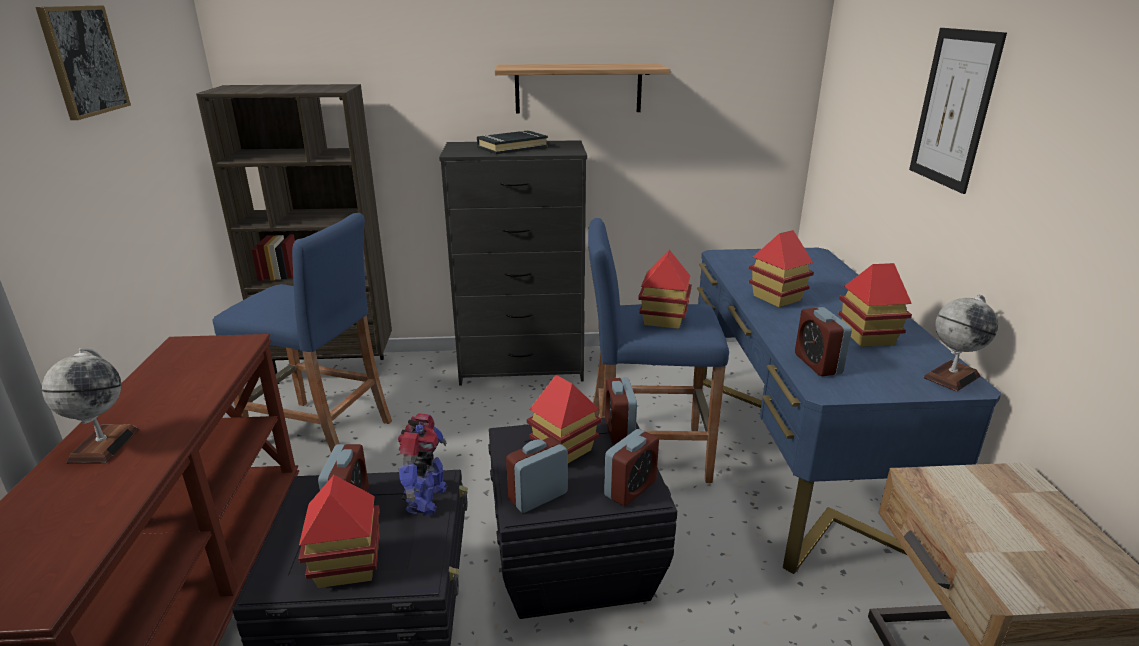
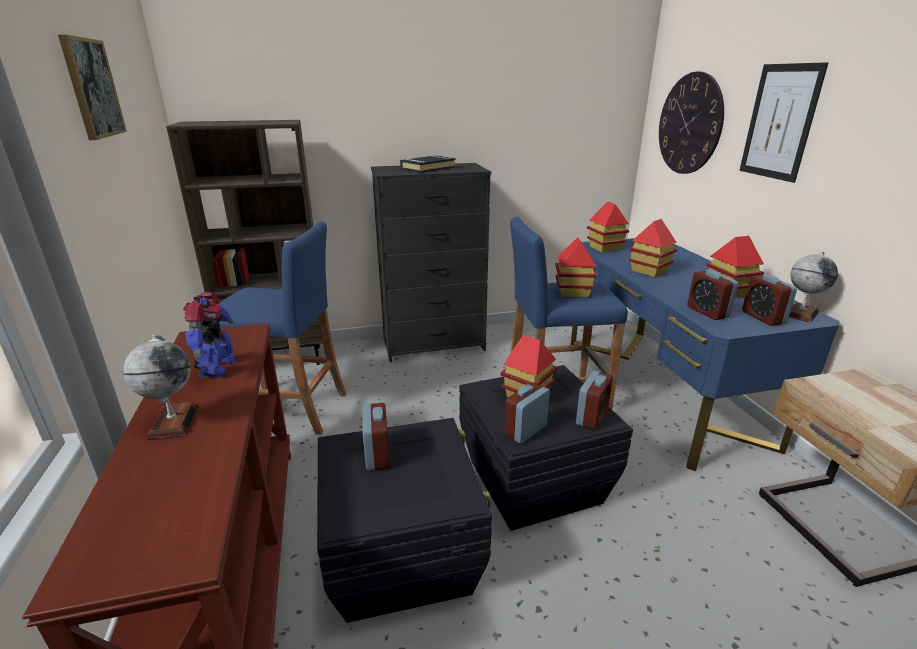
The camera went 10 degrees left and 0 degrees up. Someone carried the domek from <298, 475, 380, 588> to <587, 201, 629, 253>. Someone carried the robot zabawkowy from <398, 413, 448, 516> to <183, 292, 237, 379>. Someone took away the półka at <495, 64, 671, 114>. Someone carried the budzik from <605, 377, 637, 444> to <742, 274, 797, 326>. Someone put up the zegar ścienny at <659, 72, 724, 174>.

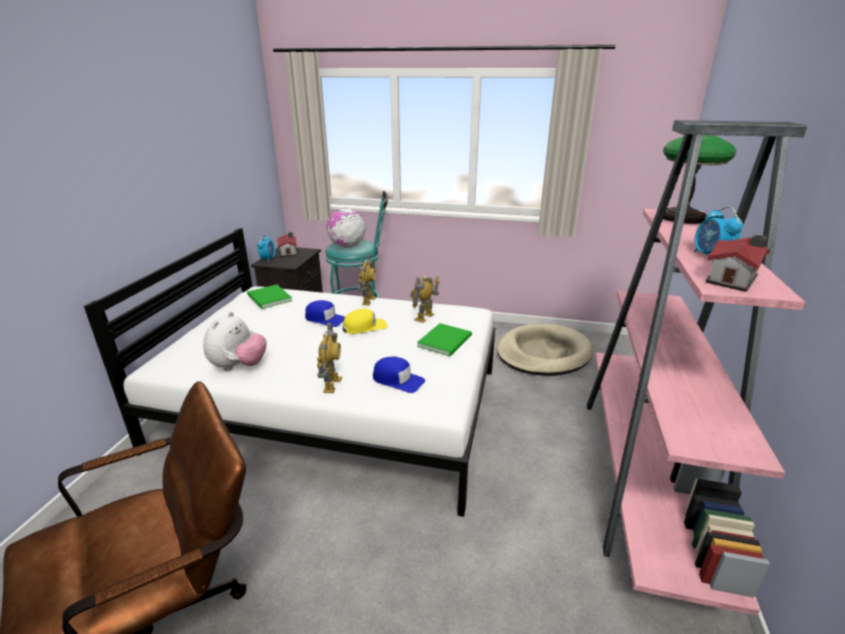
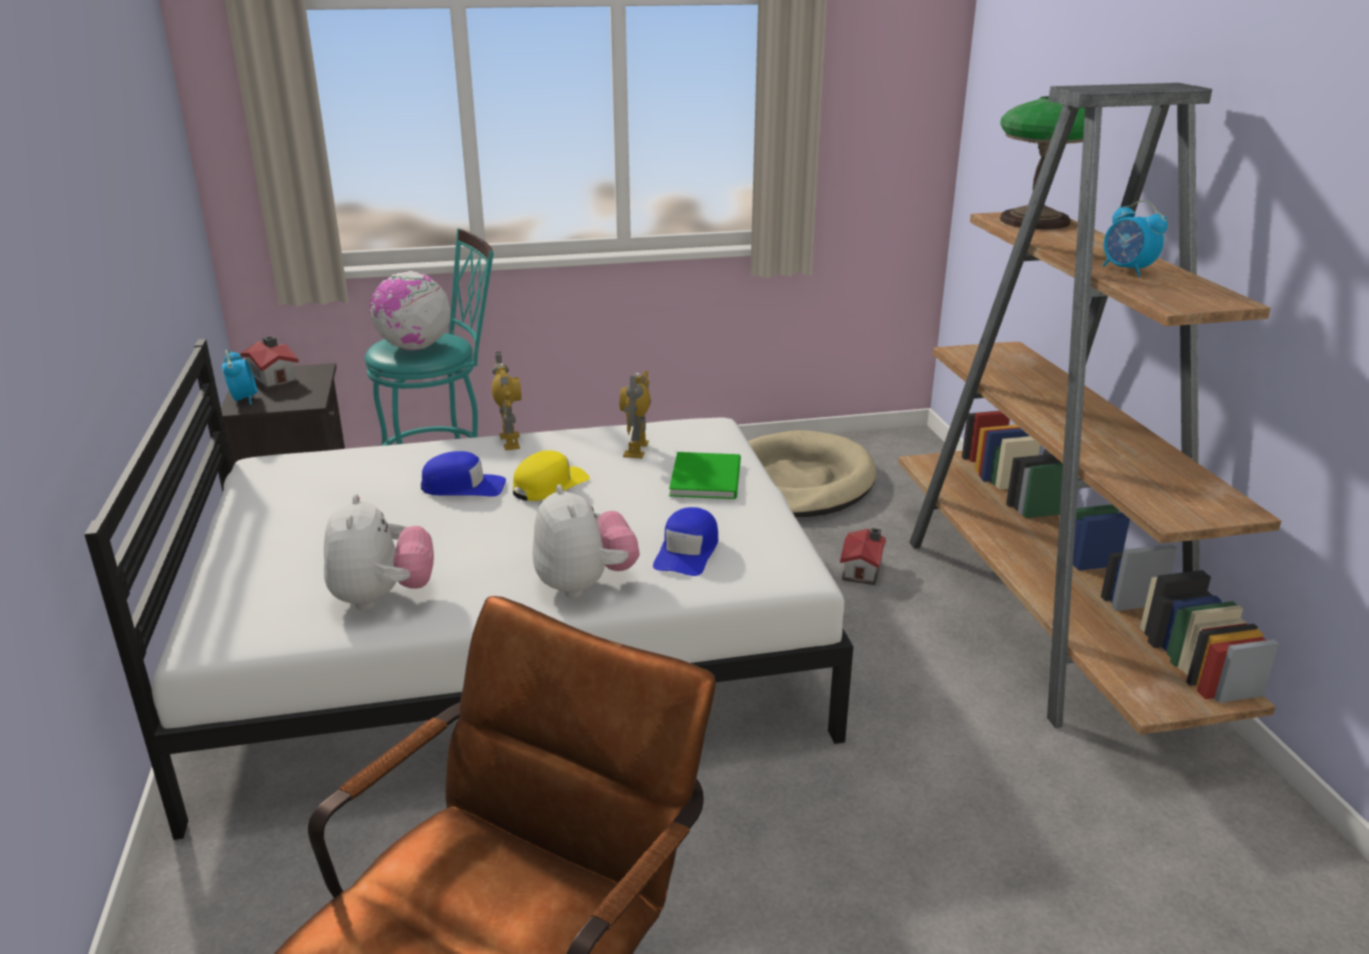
The camera went 25 degrees left and 0 degrees up. Someone took away the książka/zielony at <247, 285, 292, 309>. Someone swapped the robot zabawkowy at <317, 322, 342, 393> for the pluszak at <533, 485, 640, 598>. Someone rotated the czapka z daszkiem/niebieski at <373, 357, 425, 393> by 105 degrees clockwise. Someone repainted the regał/różowy at <587, 120, 807, 615>, which became the regał/brązowy at <898, 83, 1281, 735>. Someone carried the domek from <706, 235, 770, 292> to <840, 528, 886, 585>.

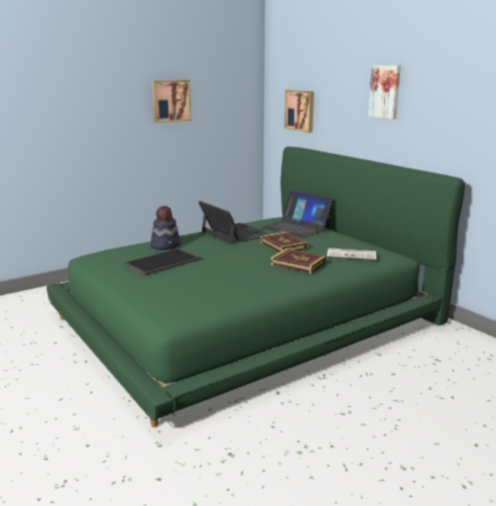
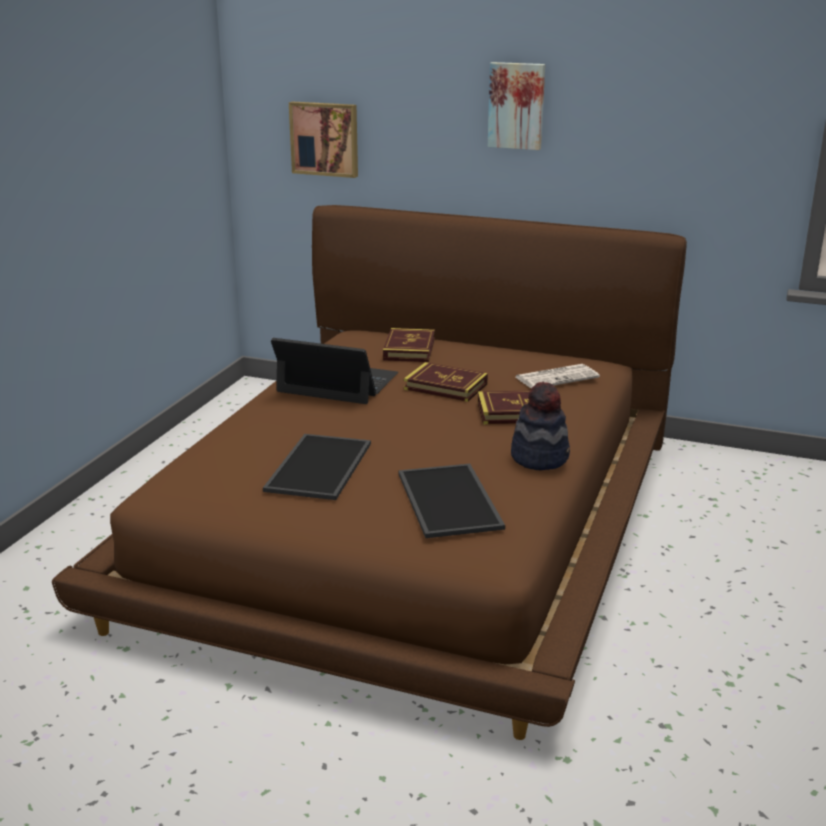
The camera went 35 degrees left and 5 degrees up. Someone repainted the łóżko/zielony at <46, 147, 465, 427>, which became the łóżko/brązowy at <52, 205, 687, 740>. Someone carried the kapelusz from <151, 205, 181, 250> to <511, 382, 570, 470>. Someone took away the obraz at <152, 80, 191, 123>. Someone swapped the laptop at <261, 190, 333, 238> for the książka at <383, 328, 435, 362>. Someone put down the taca at <399, 464, 505, 538>.

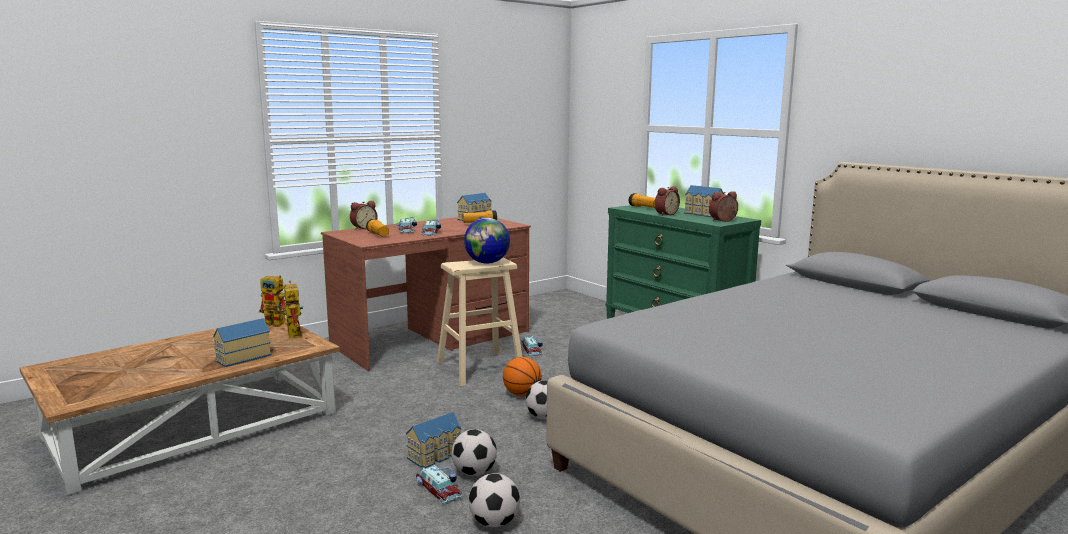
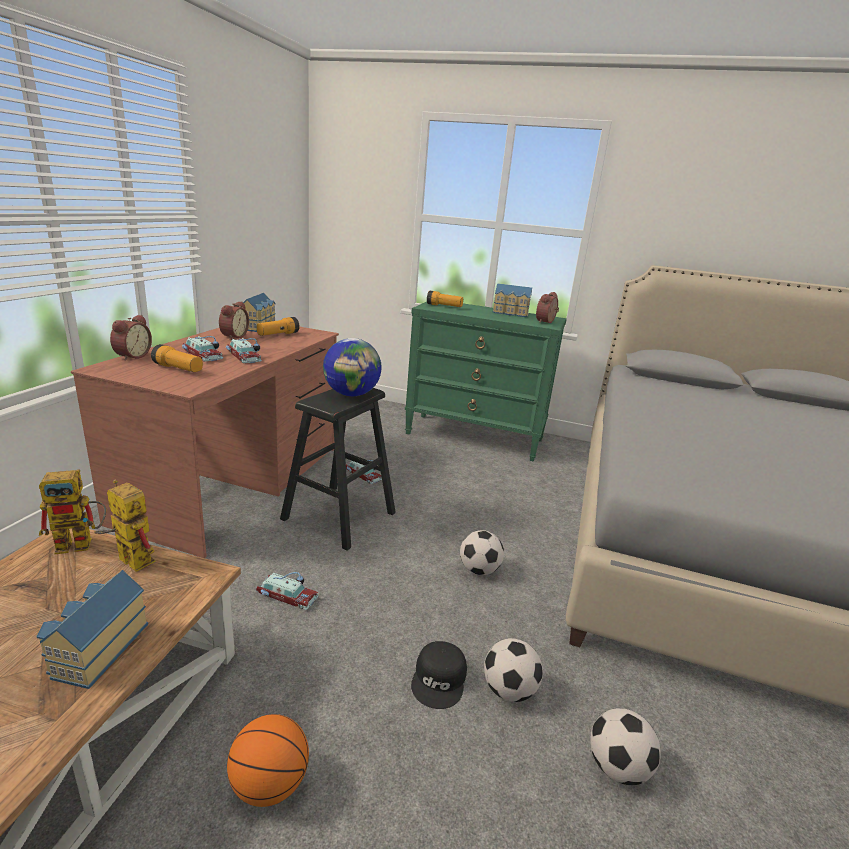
The camera went 35 degrees left and 10 degrees up. Someone swapped the domek at <406, 412, 462, 468> for the czapka z daszkiem/czarny at <411, 641, 467, 709>. Someone carried the samochodzik from <416, 465, 462, 504> to <256, 572, 318, 610>. Someone repainted the stołek/beżowy at <437, 258, 523, 387>, which became the stołek/czarny at <280, 388, 396, 551>. Someone carried the piłka do koszykówki from <503, 357, 542, 396> to <227, 714, 309, 807>. Someone carried the budzik from <655, 186, 680, 216> to <219, 301, 249, 340>.

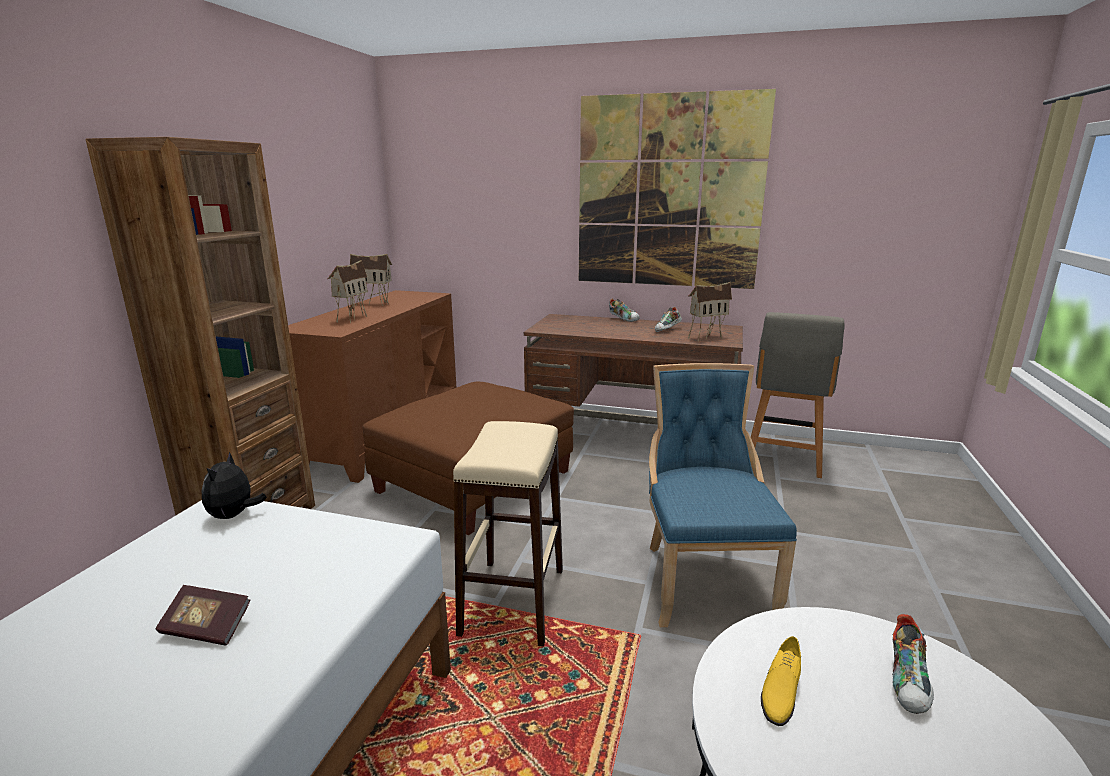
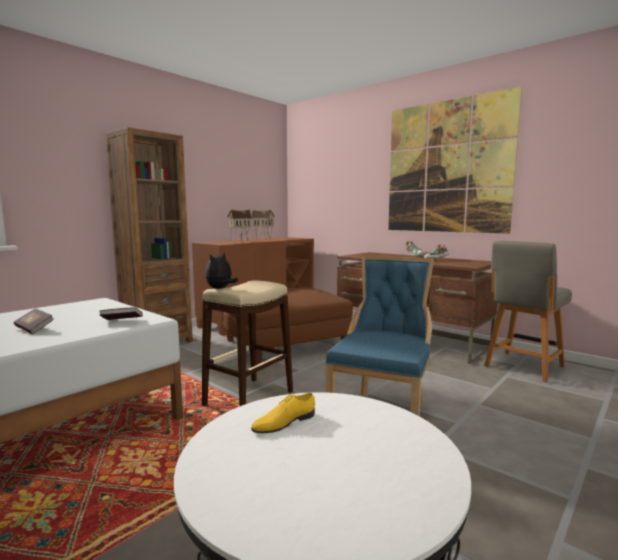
The camera went 25 degrees right and 10 degrees down. Someone carried the pluszak from <202, 452, 267, 519> to <205, 253, 238, 289>. Someone took away the domek at <688, 282, 732, 341>. Someone took away the but at <892, 614, 934, 714>. Someone put down the książka at <99, 307, 142, 320>.

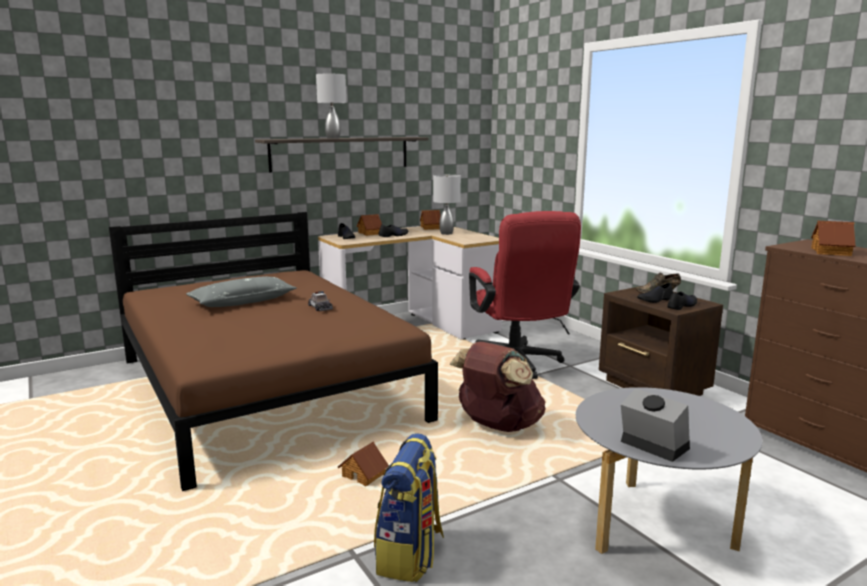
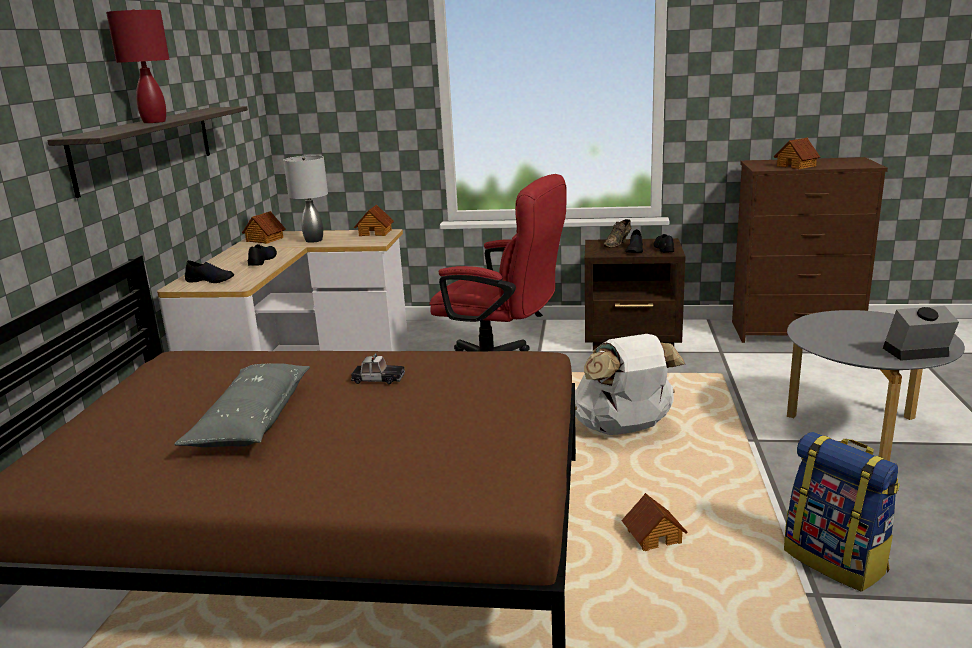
The camera went 50 degrees left and 5 degrees up. Someone repainted the lampa stołowa/szary at <316, 73, 346, 139>, which became the lampa stołowa/czerwony at <106, 9, 170, 123>. Someone carried the domek from <357, 214, 382, 236> to <354, 205, 394, 236>. Someone repainted the plecak/brązowy at <449, 342, 545, 432>, which became the plecak/biały at <575, 334, 685, 435>.

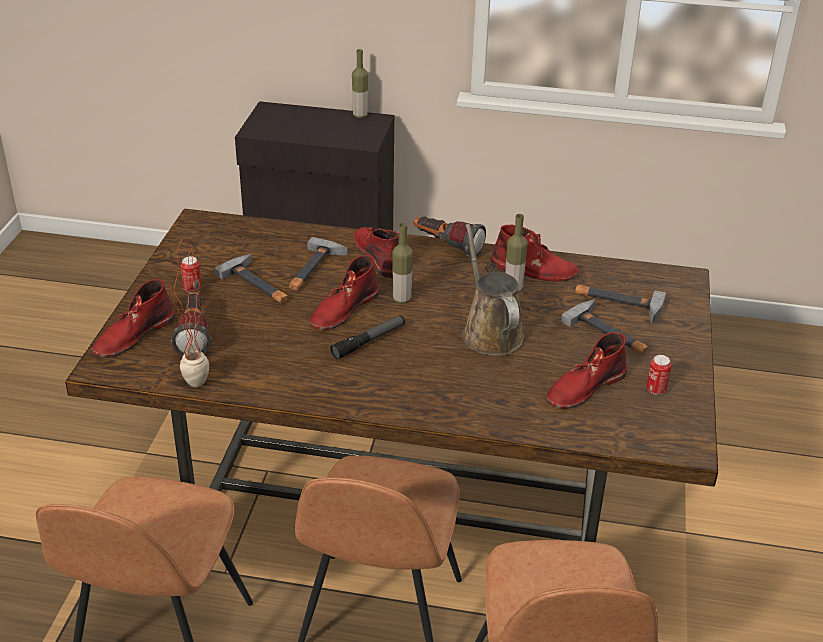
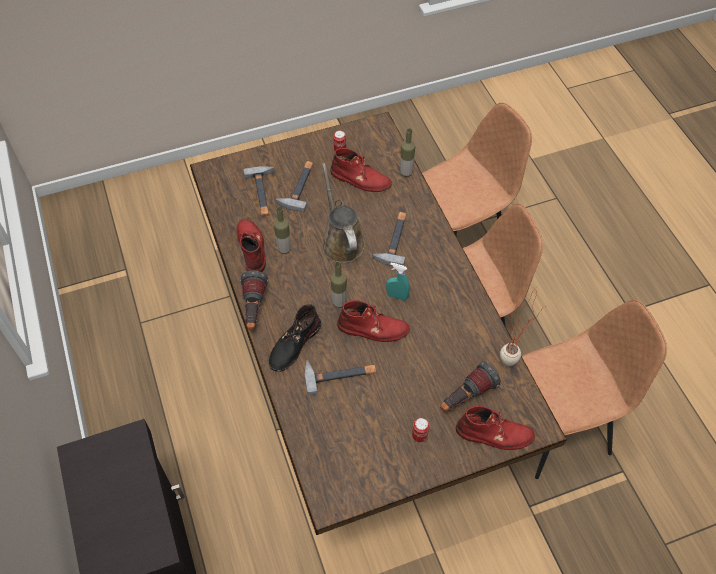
The camera went 120 degrees left and 20 degrees up. Someone carried the młotek from <214, 254, 288, 303> to <372, 212, 406, 266>. Someone swapped the latarka at <330, 315, 405, 359> for the spryskiwacz/turkusowy at <386, 263, 410, 301>. Someone carried the butelka from <352, 49, 368, 118> to <400, 128, 415, 177>. Someone repainted the but z cholewką/czerwony at <354, 227, 399, 278>, which became the but z cholewką/czarny at <269, 304, 321, 372>. Someone rotated the konewka/brązowy at <462, 224, 524, 356> by 120 degrees clockwise.

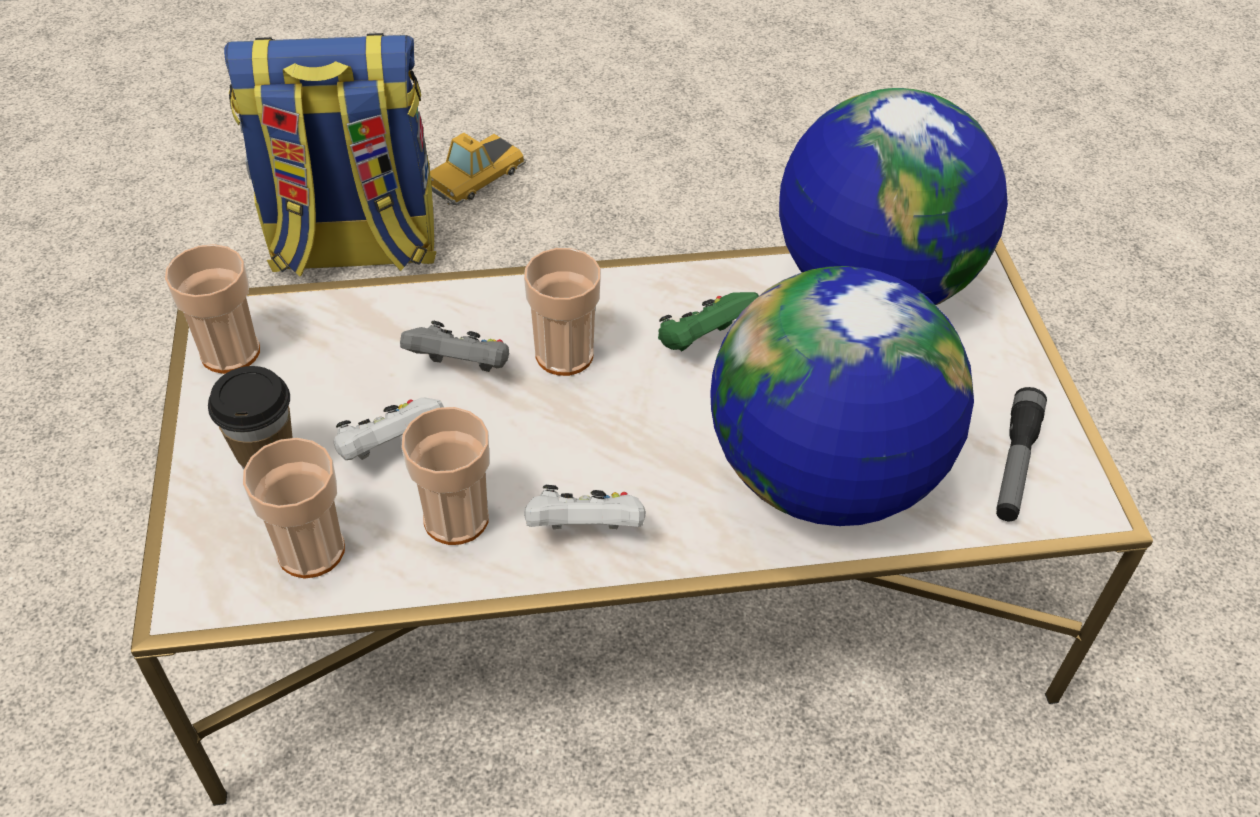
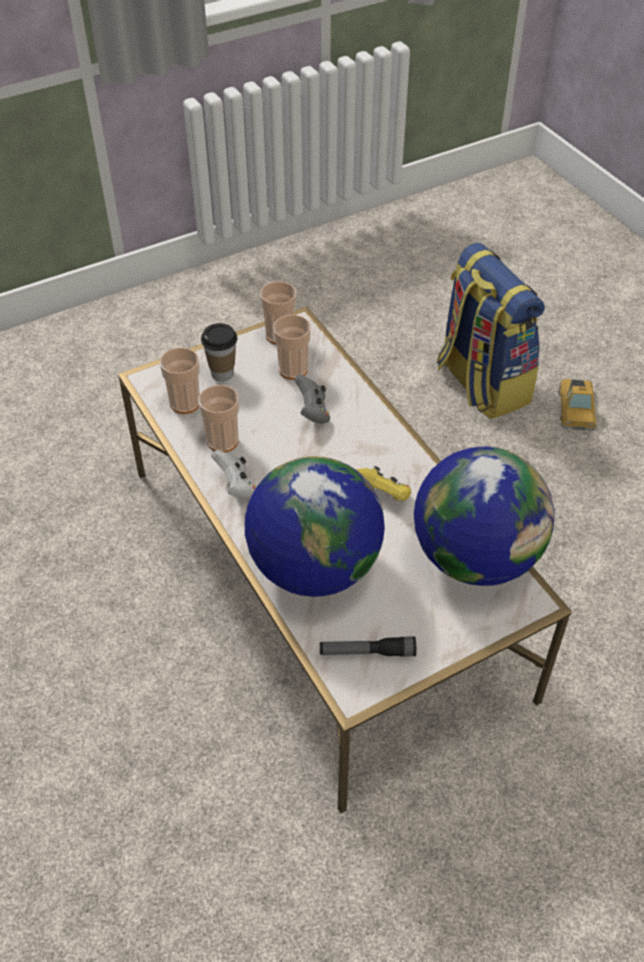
The camera went 70 degrees right and 0 degrees up. Someone took away the pad do gier/biały at <334, 398, 444, 460>. Someone rotated the samochodzik at <430, 133, 526, 205> by 105 degrees counterclockwise. Someone carried the filiżanka from <524, 248, 601, 376> to <273, 315, 311, 380>. Someone repainted the pad do gier/zielony at <658, 292, 759, 351>, which became the pad do gier/żółty at <356, 466, 411, 501>.

